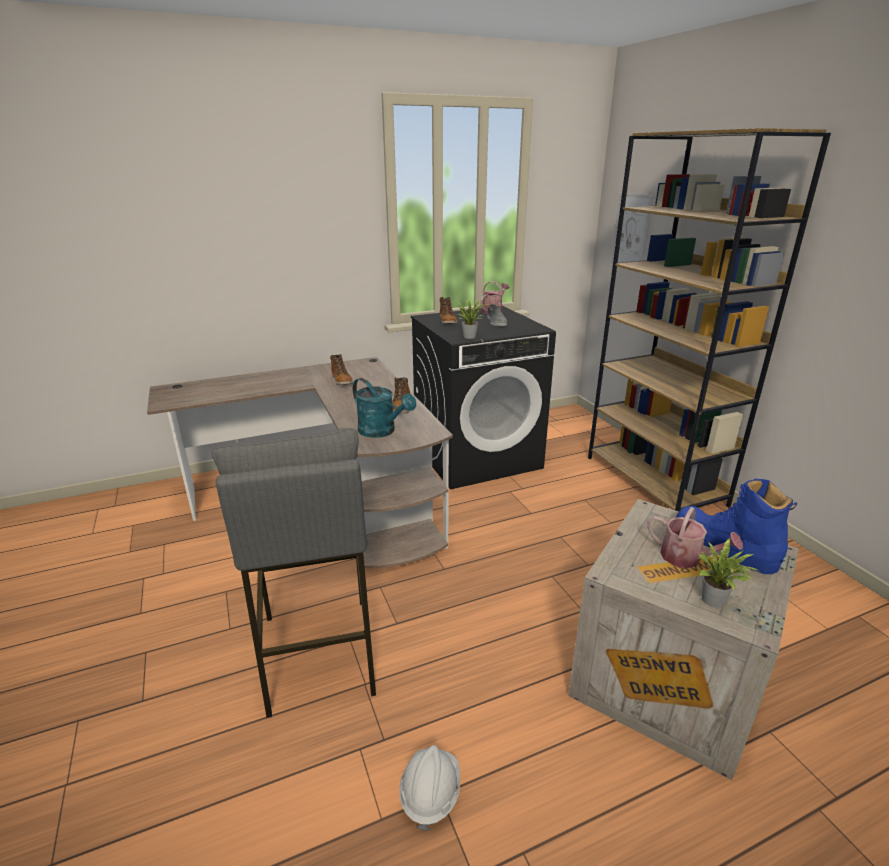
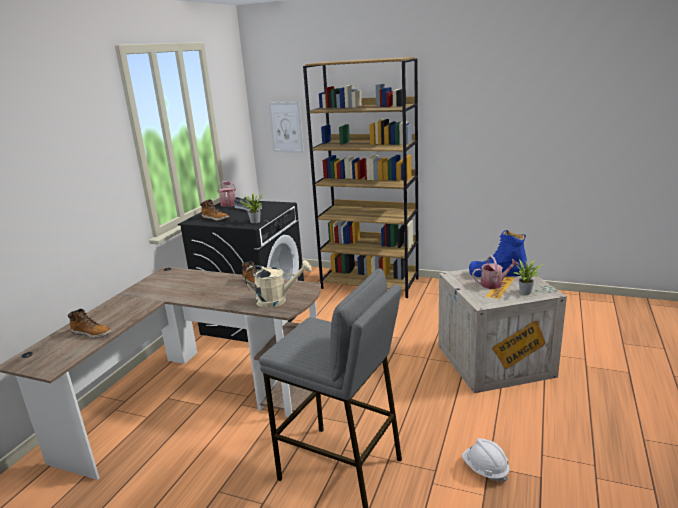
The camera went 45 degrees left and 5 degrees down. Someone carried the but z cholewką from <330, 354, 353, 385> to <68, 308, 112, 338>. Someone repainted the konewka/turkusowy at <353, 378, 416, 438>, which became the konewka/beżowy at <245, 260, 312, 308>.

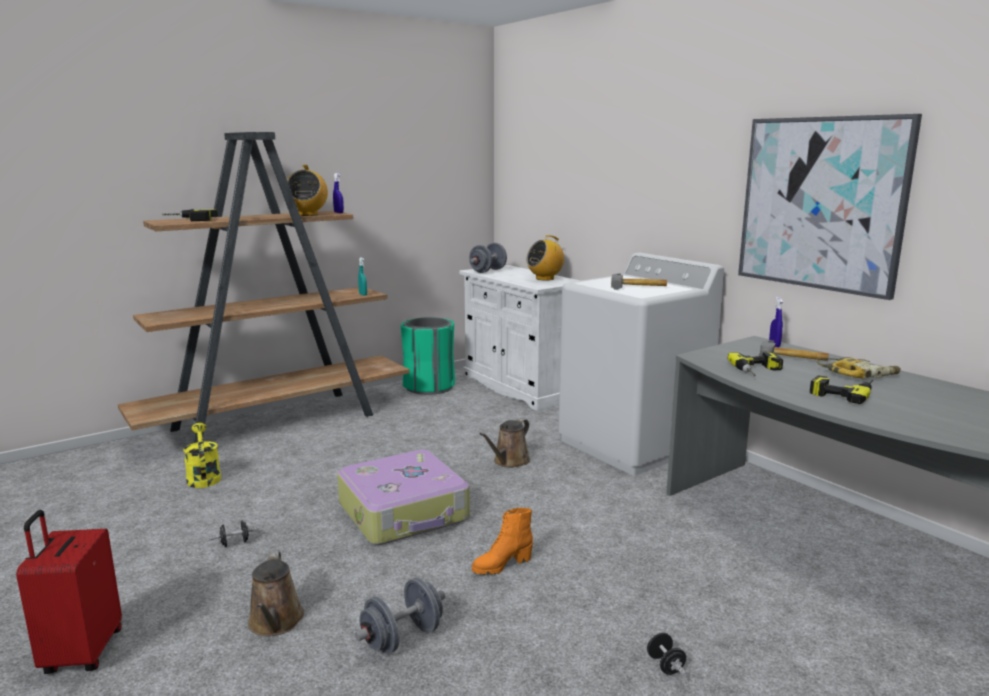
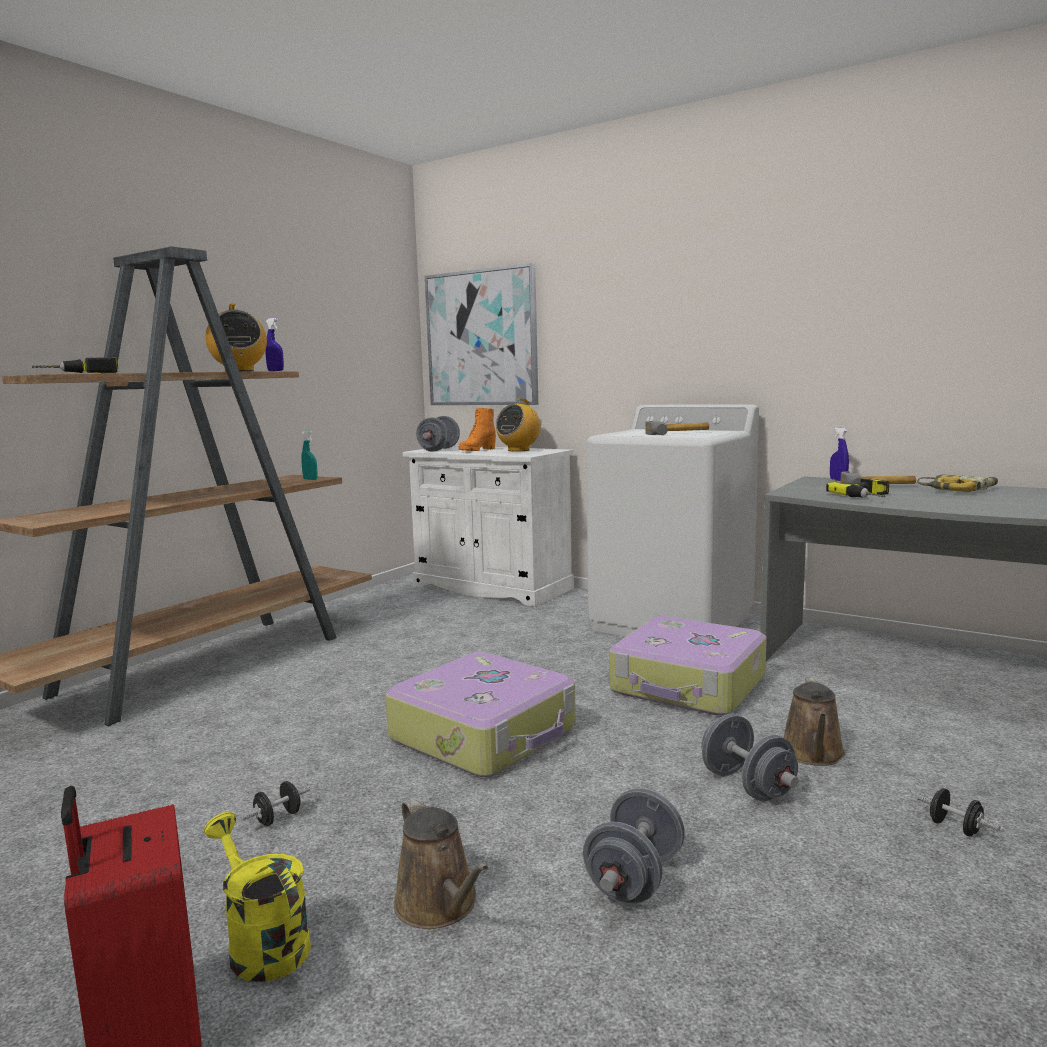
The camera went 20 degrees left and 5 degrees down. Someone carried the konewka/żółty from <184, 423, 221, 488> to <204, 812, 311, 982>. Someone took away the kosz na śmieci/zielony at <401, 317, 455, 395>. Someone carried the but z cholewką/pomarańczowy from <472, 508, 533, 575> to <459, 408, 496, 451>. Someone carried the konewka/brązowy from <480, 419, 530, 468> to <784, 678, 845, 766>. Someone carried the obraz from <738, 114, 922, 300> to <425, 263, 538, 405>. Someone took away the wiertarka at <810, 375, 873, 404>. Someone put down the walizka at <609, 616, 767, 716>. Someone put down the hantel/szary at <701, 714, 799, 802>.

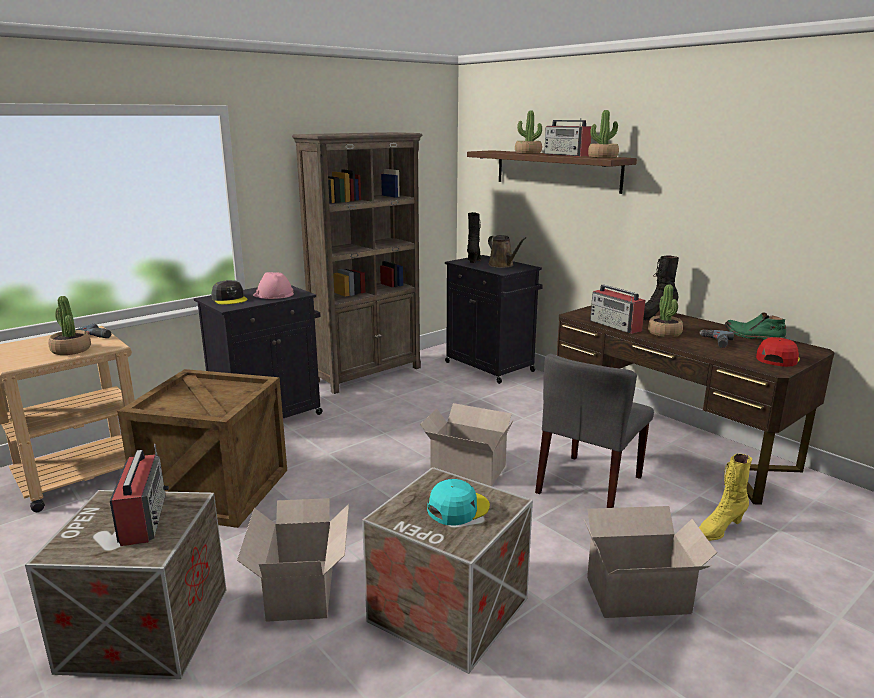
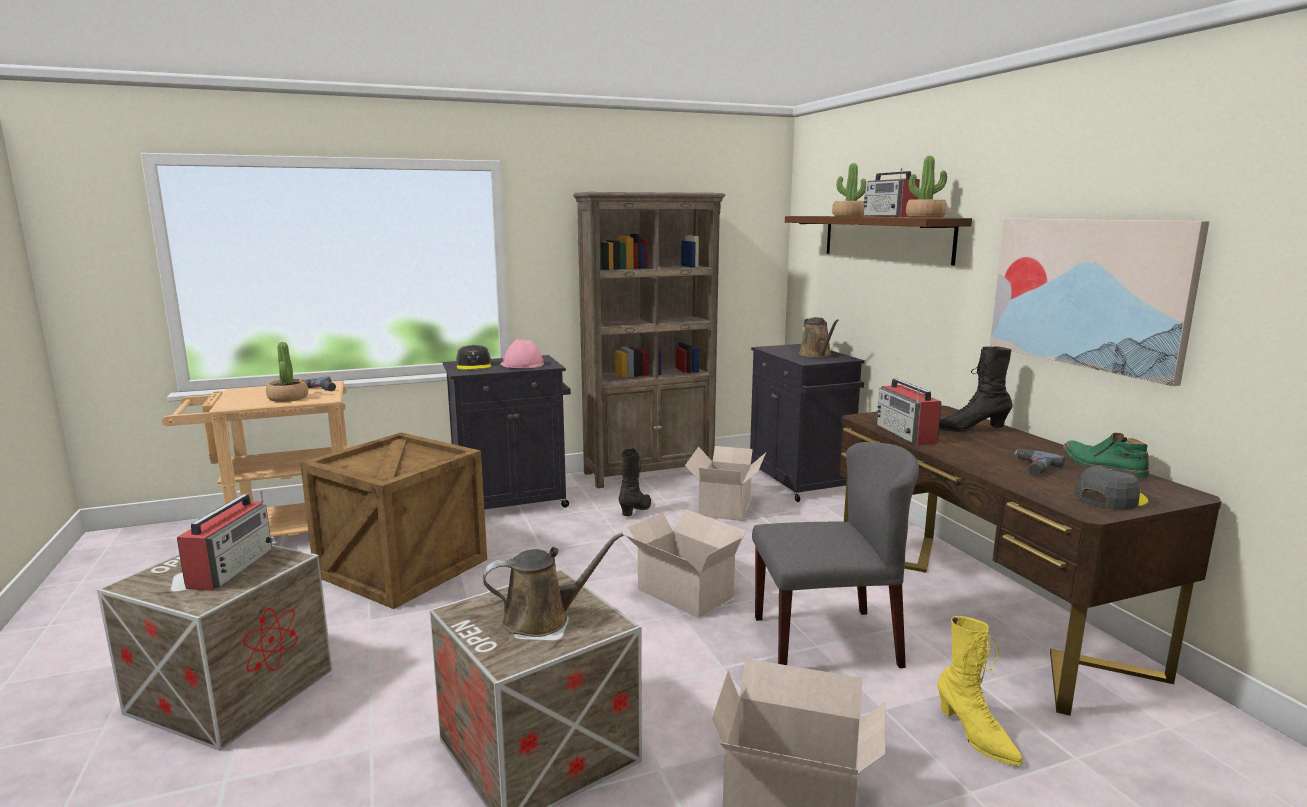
The camera went 20 degrees right and 5 degrees down. Someone carried the karton from <237, 498, 349, 622> to <685, 446, 766, 521>. Someone swapped the czapka z daszkiem/turkusowy at <427, 479, 490, 525> for the konewka/brązowy at <483, 532, 624, 637>. Someone carried the but z cholewką/czarny from <467, 212, 481, 263> to <619, 448, 651, 516>. Someone rotated the krzesło/szary at <535, 354, 654, 508> by 150 degrees counterclockwise. Someone took away the roślina doniczkowa at <648, 284, 683, 338>. Someone rotated the but z cholewką/żółty at <699, 454, 752, 541> by 105 degrees counterclockwise. Someone repainted the czapka z daszkiem/czerwony at <756, 337, 800, 367>, which became the czapka z daszkiem/szary at <1074, 466, 1148, 510>. Someone put up the obraz at <990, 218, 1209, 386>.

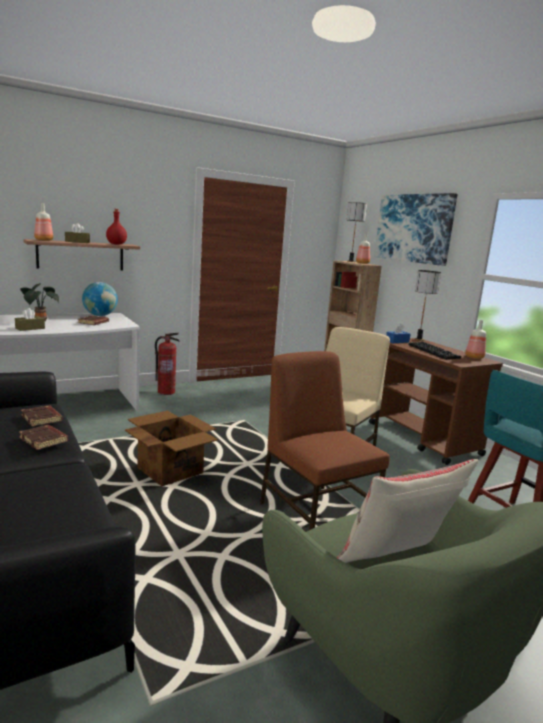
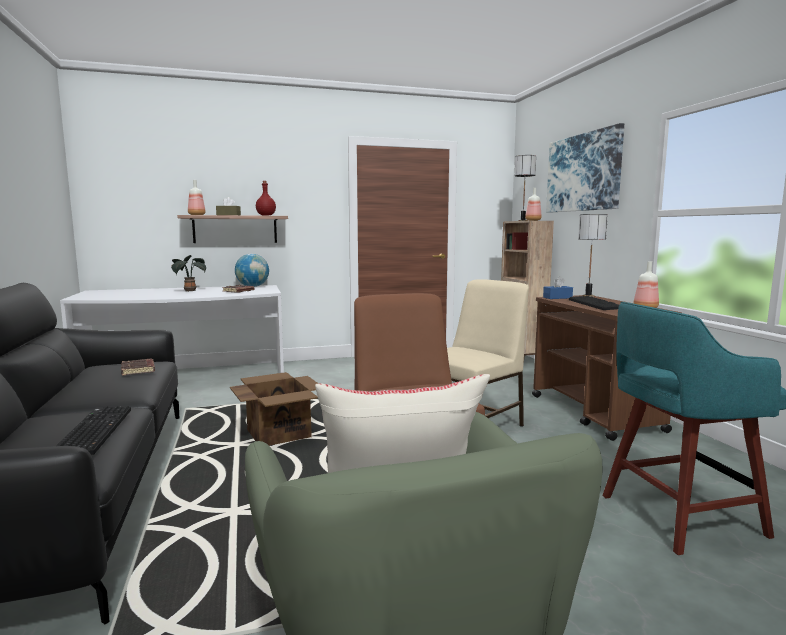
The camera went 15 degrees right and 5 degrees down. Someone took away the pudełko chusteczek/brązowy at <15, 308, 45, 331>. Someone took away the książka/brązowy at <19, 425, 68, 450>. Someone took away the gaśnica at <155, 333, 180, 395>. Someone put down the klawiatura at <56, 406, 131, 455>.

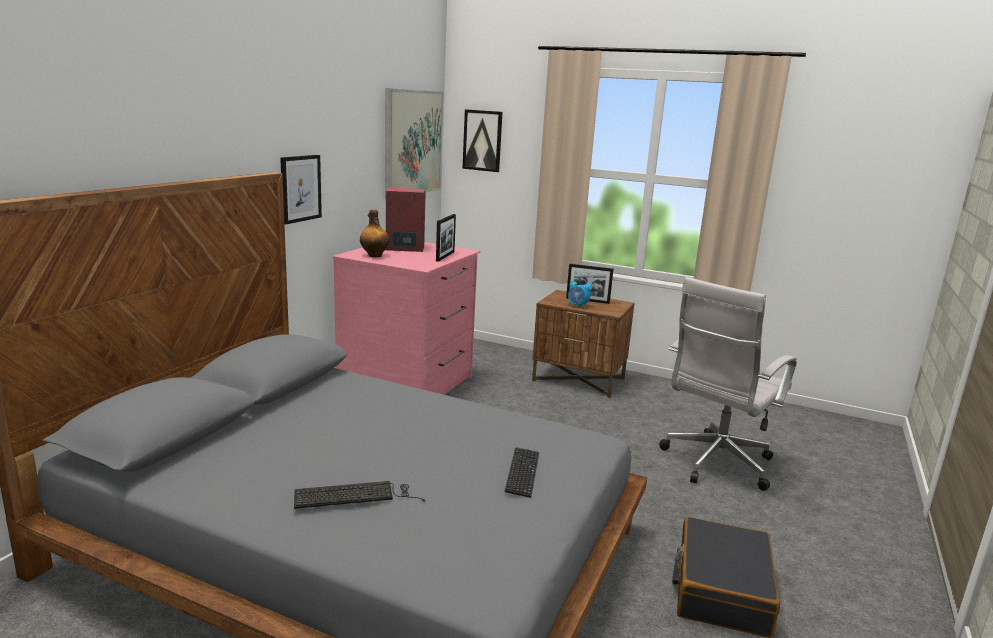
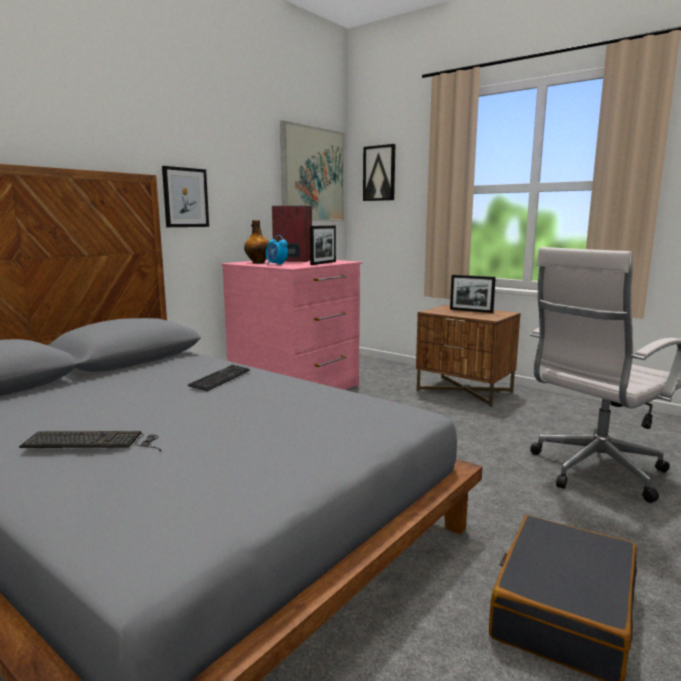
The camera went 15 degrees right and 5 degrees down. Someone carried the klawiatura from <505, 447, 539, 498> to <188, 364, 250, 391>. Someone carried the budzik from <568, 278, 592, 308> to <266, 235, 288, 266>.

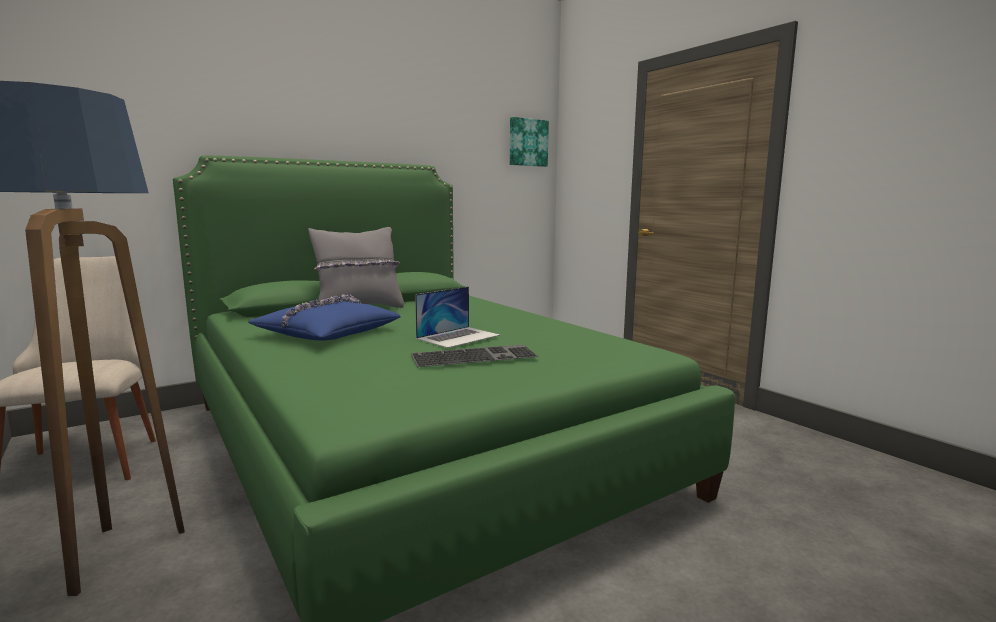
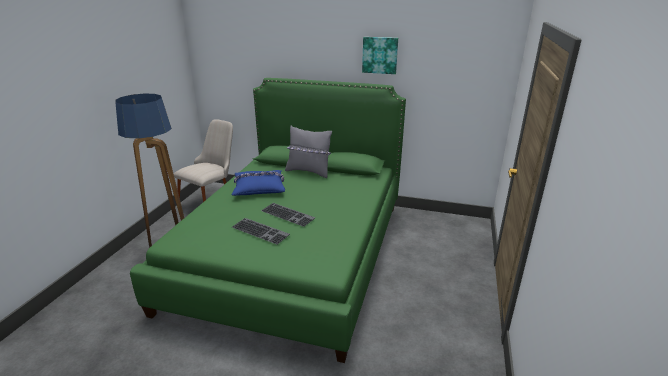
The camera went 50 degrees right and 15 degrees up. Someone swapped the laptop at <415, 287, 500, 348> for the klawiatura at <261, 203, 315, 227>. Someone carried the obraz from <510, 117, 549, 167> to <362, 37, 398, 74>.

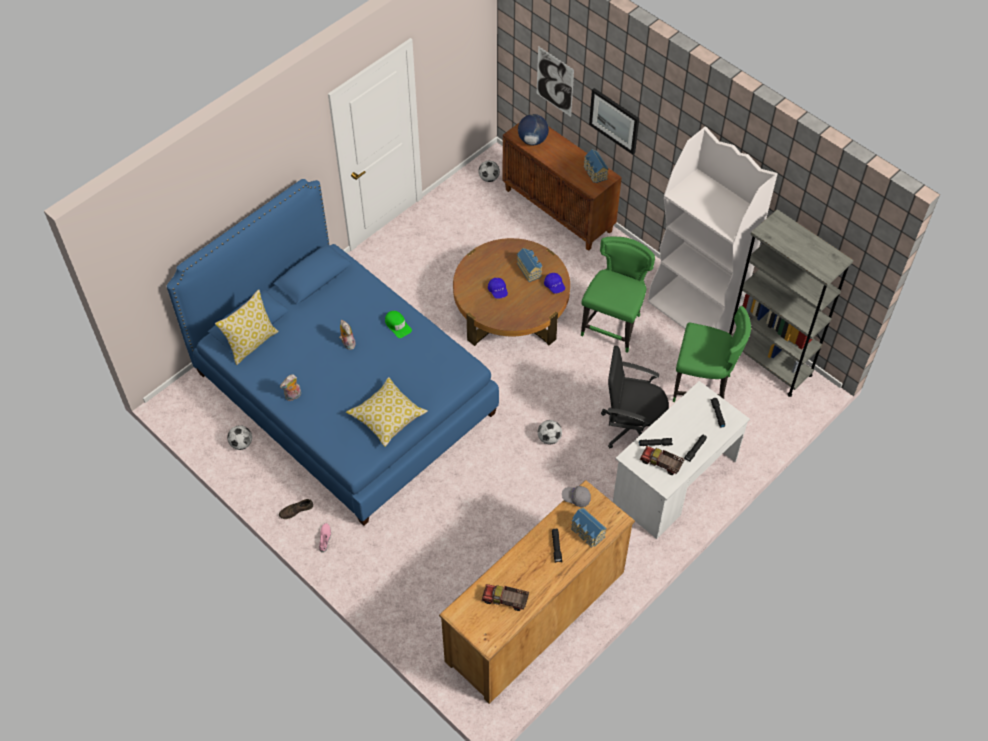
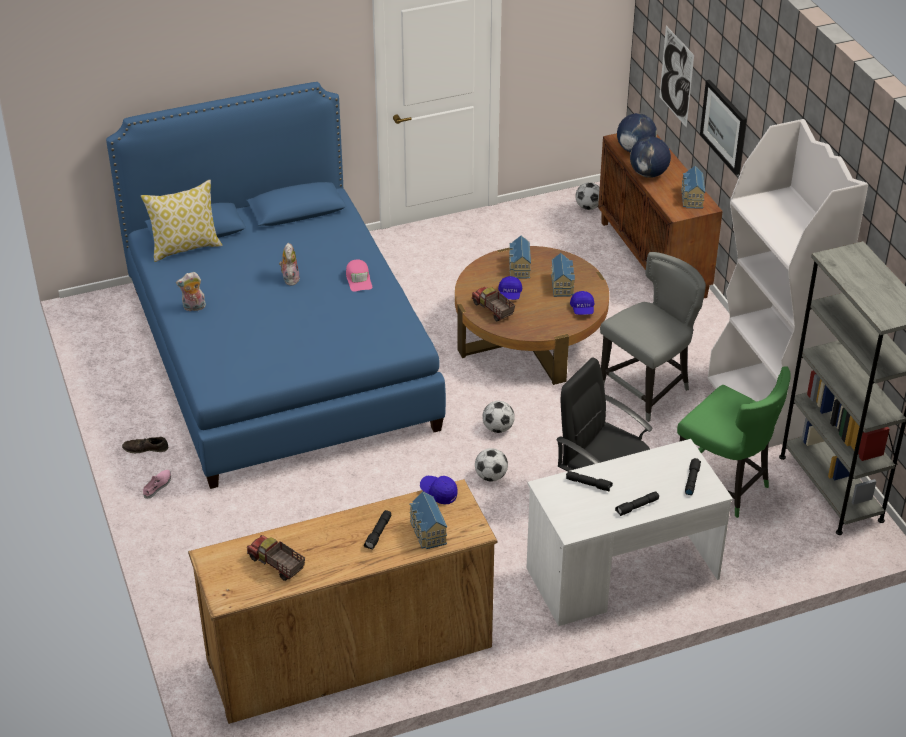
The camera went 25 degrees right and 15 degrees down. Someone carried the piłka futbolowa from <227, 425, 252, 450> to <482, 401, 515, 433>. Someone took away the poduszka at <346, 377, 427, 447>. Someone repainted the czapka z daszkiem/zielony at <385, 311, 412, 338>, which became the czapka z daszkiem/różowy at <346, 259, 372, 292>. Someone repainted the czapka z daszkiem/szary at <562, 486, 591, 507>, which became the czapka z daszkiem/niebieski at <420, 476, 458, 504>. Someone repainted the krzesło/zielony at <581, 237, 655, 353>, which became the krzesło/szary at <600, 252, 706, 422>. Someone carried the ciężarówka zabawkowa from <640, 446, 685, 475> to <472, 287, 515, 321>. Someone put down the domek at <509, 236, 531, 278>. Someone put down the globus at <630, 137, 671, 178>.

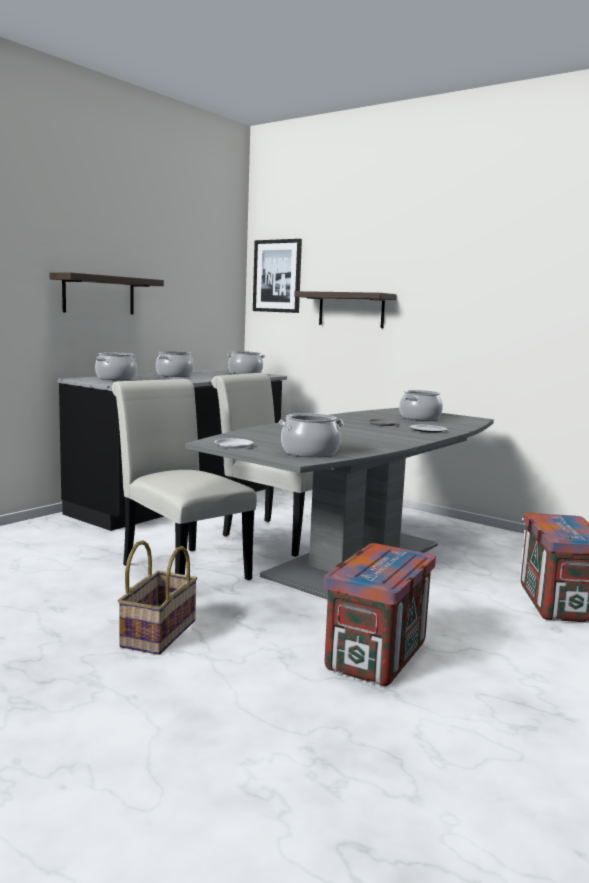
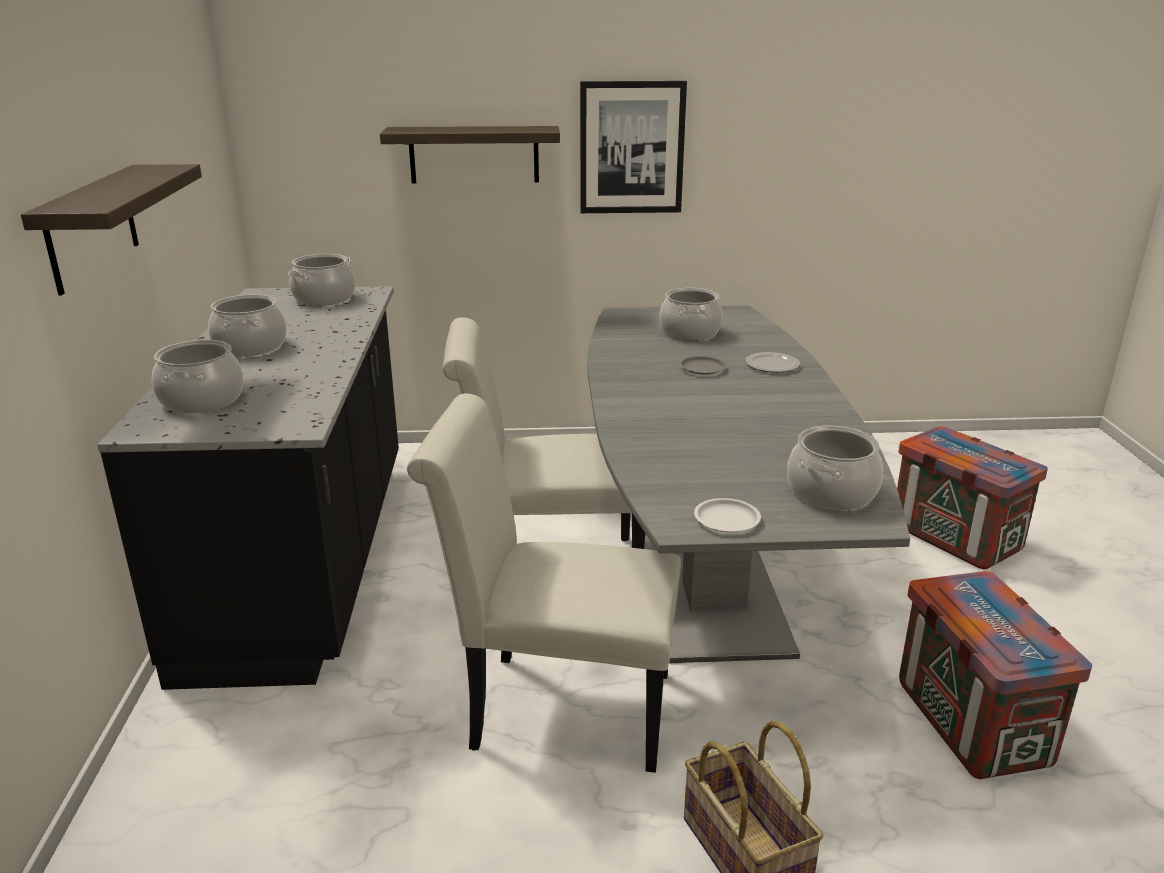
The camera went 40 degrees left and 15 degrees up. Someone carried the obraz from <253, 239, 302, 313> to <580, 81, 687, 213>.

